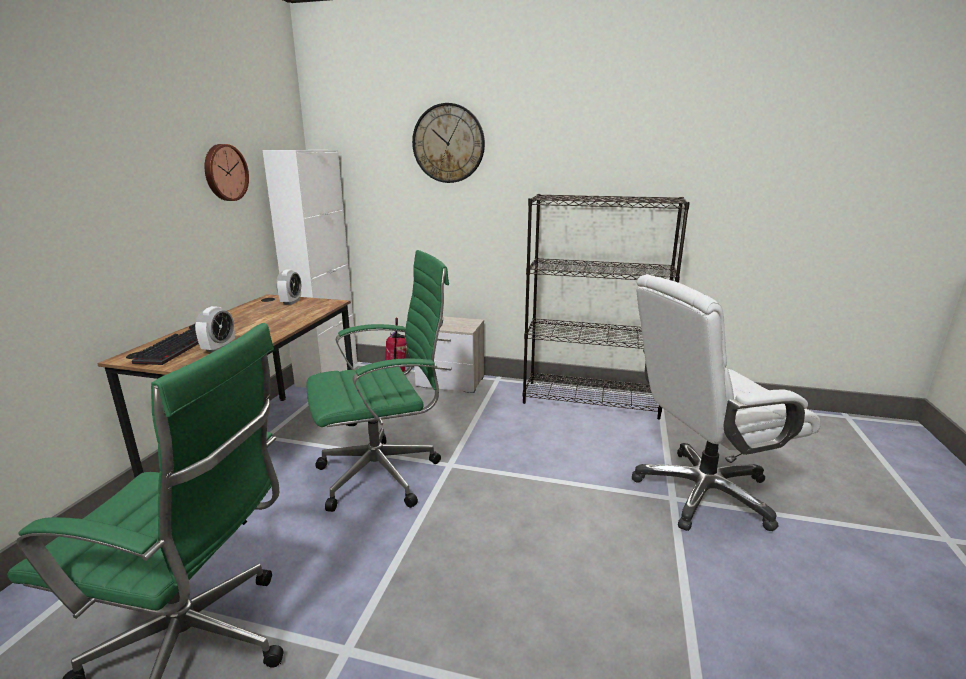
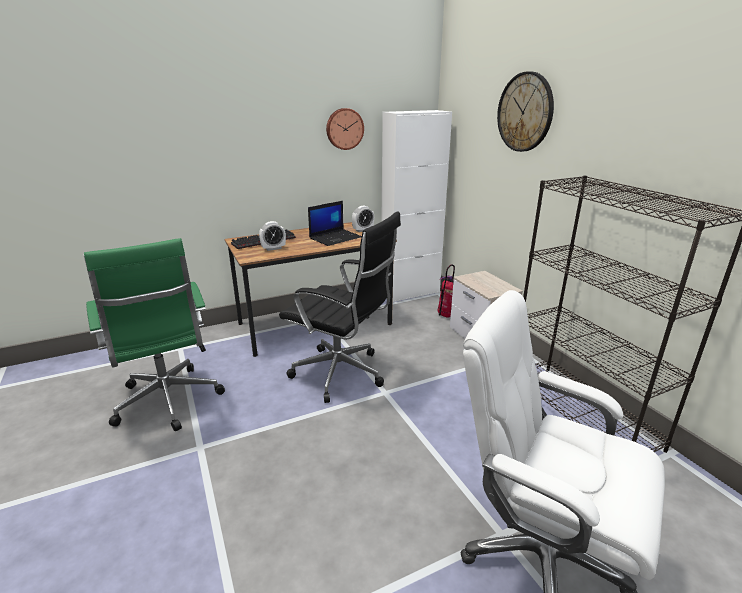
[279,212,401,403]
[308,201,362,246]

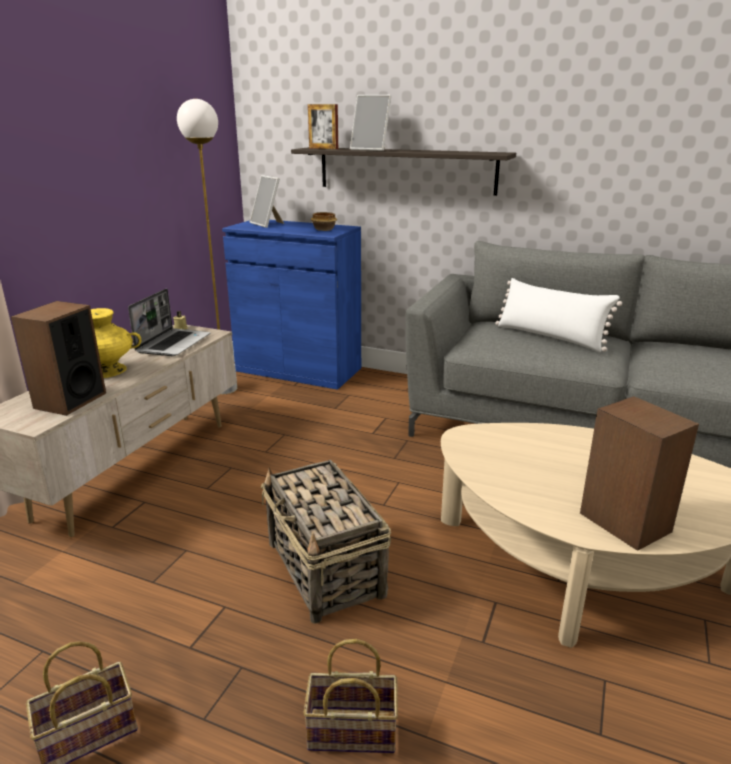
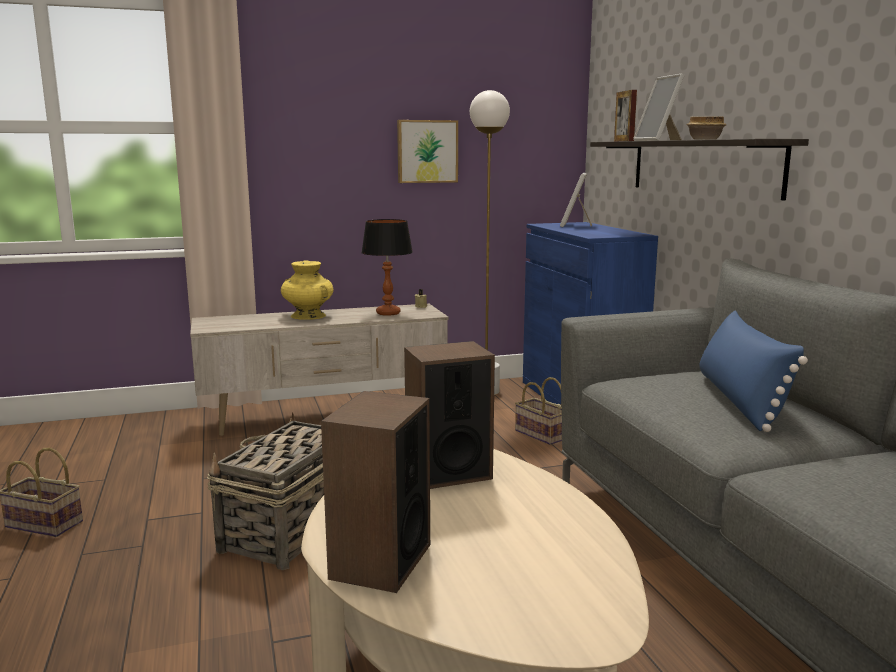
[686,116,726,140]
[699,310,808,432]
[361,219,413,316]
[404,341,495,489]
[515,377,562,445]
[397,120,458,183]

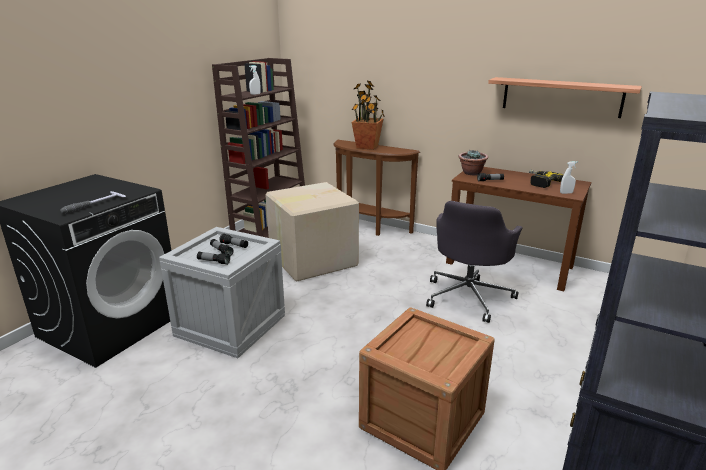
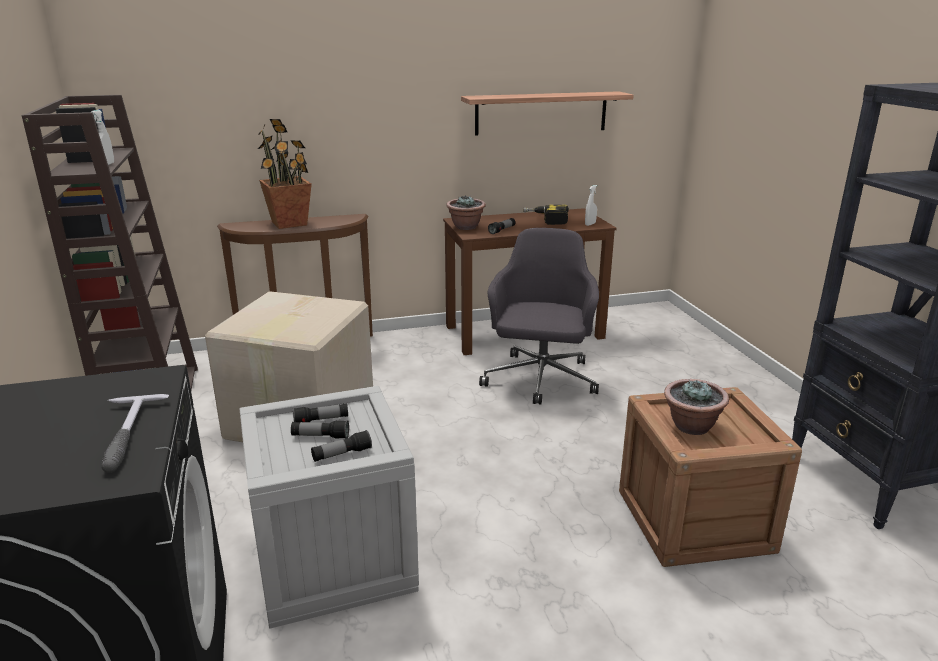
[479,228,599,405]
[664,379,729,435]

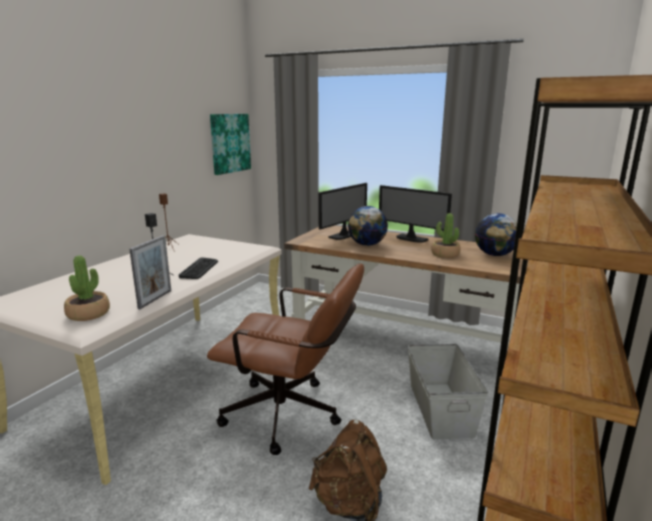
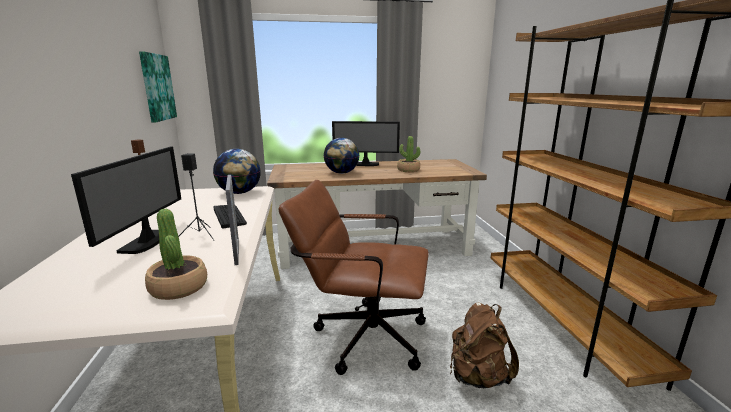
[71,147,181,254]
[213,149,261,194]
[278,180,429,375]
[408,344,488,439] (first image)

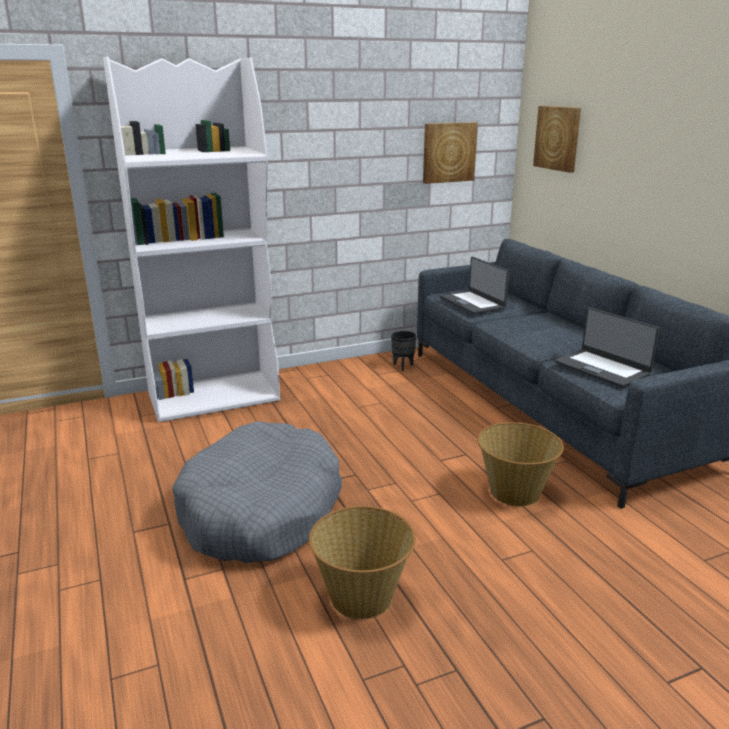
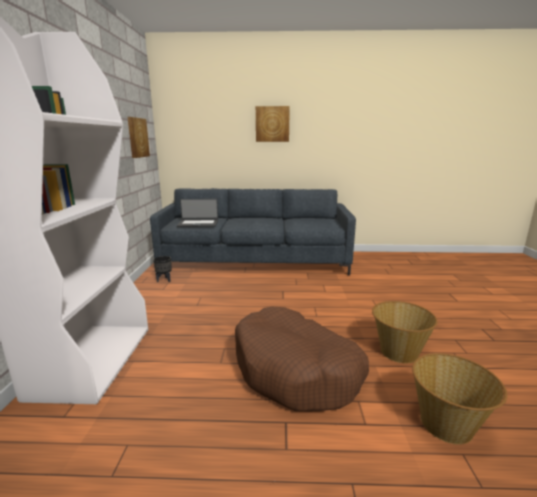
[256,106,290,142]
[554,307,660,387] (first image)
[235,307,369,411]
[412,353,507,445]

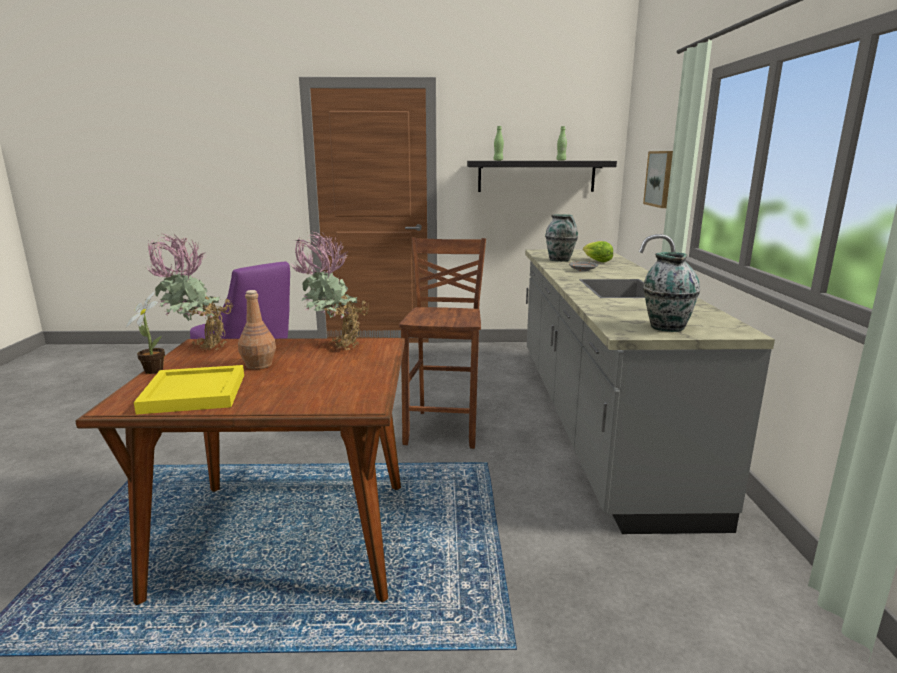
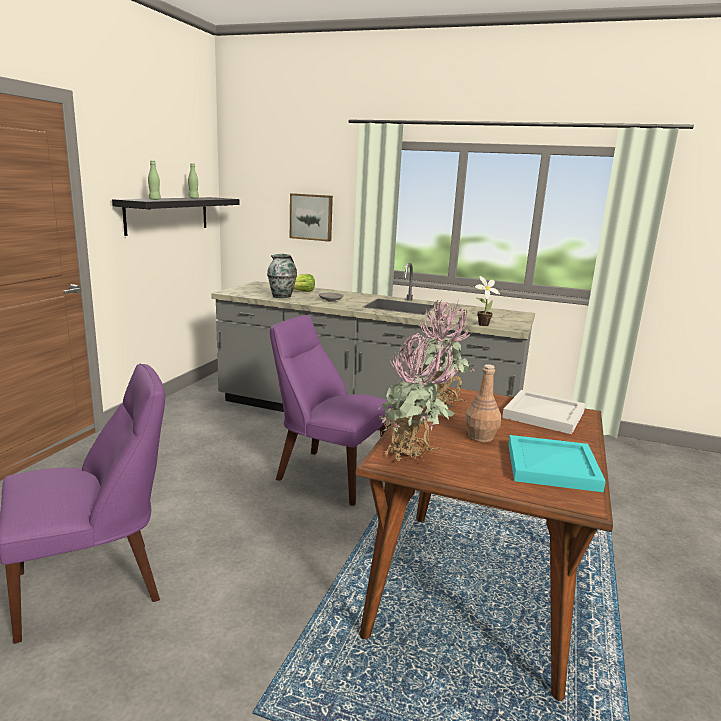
[270,315,392,506]
[643,252,700,332] (first image)
[475,276,500,326]
[508,435,606,492]
[502,390,585,434]

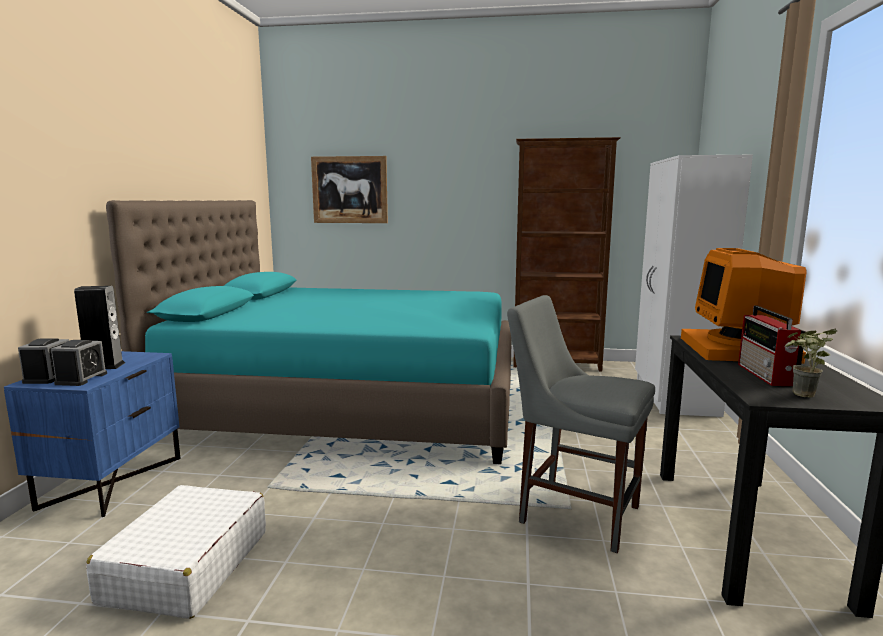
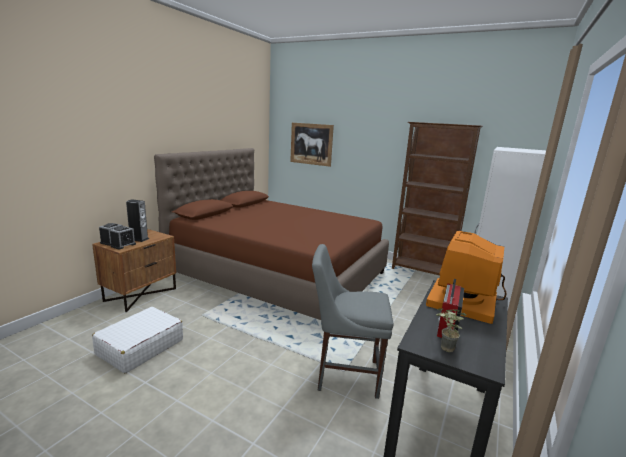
[154,148,389,320]
[312,244,393,399]
[92,229,176,312]

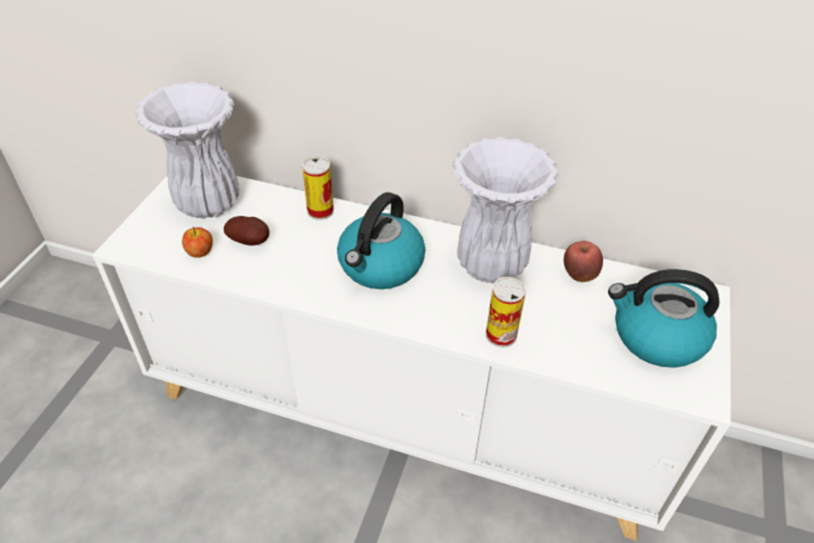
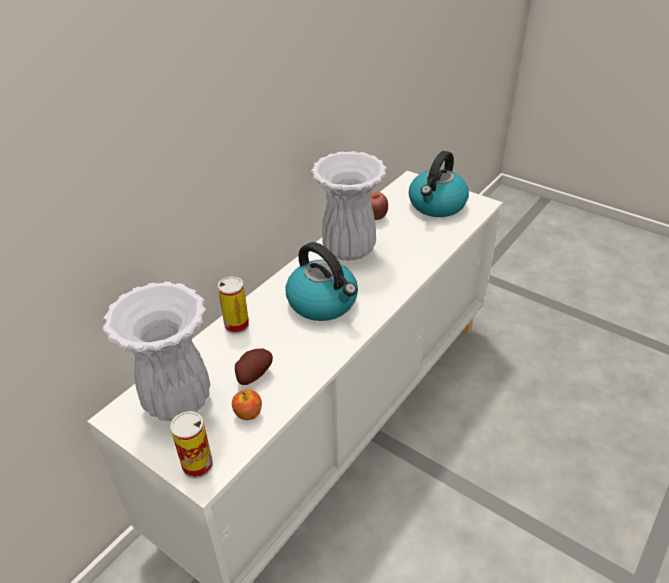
[170,411,213,479]

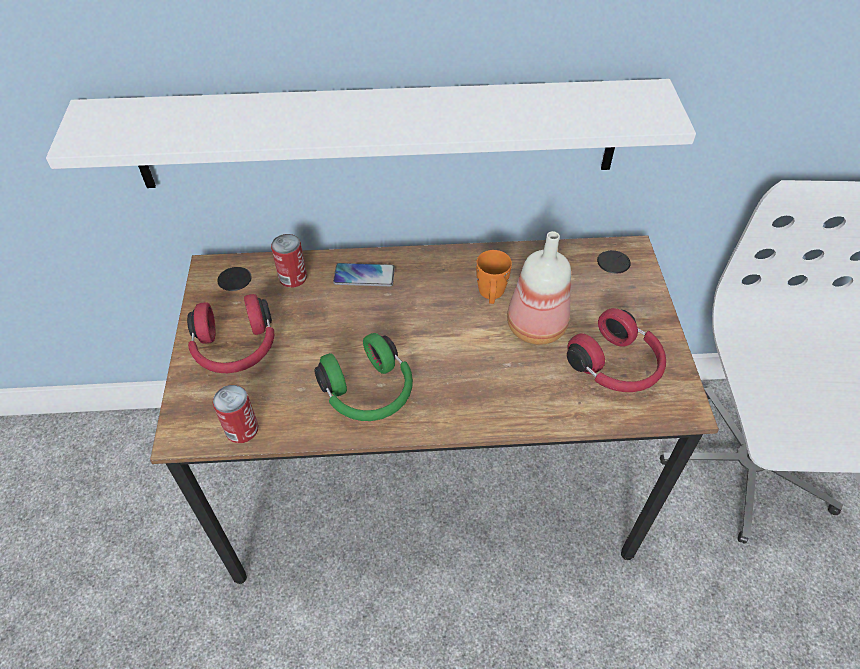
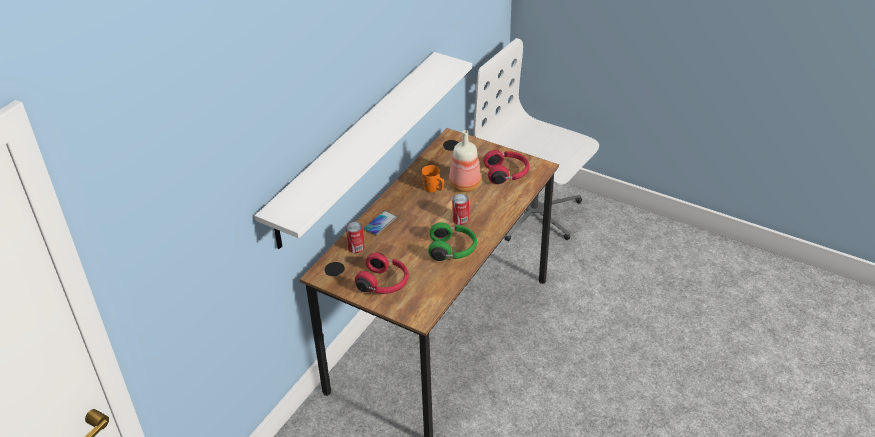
[452,194,469,225]

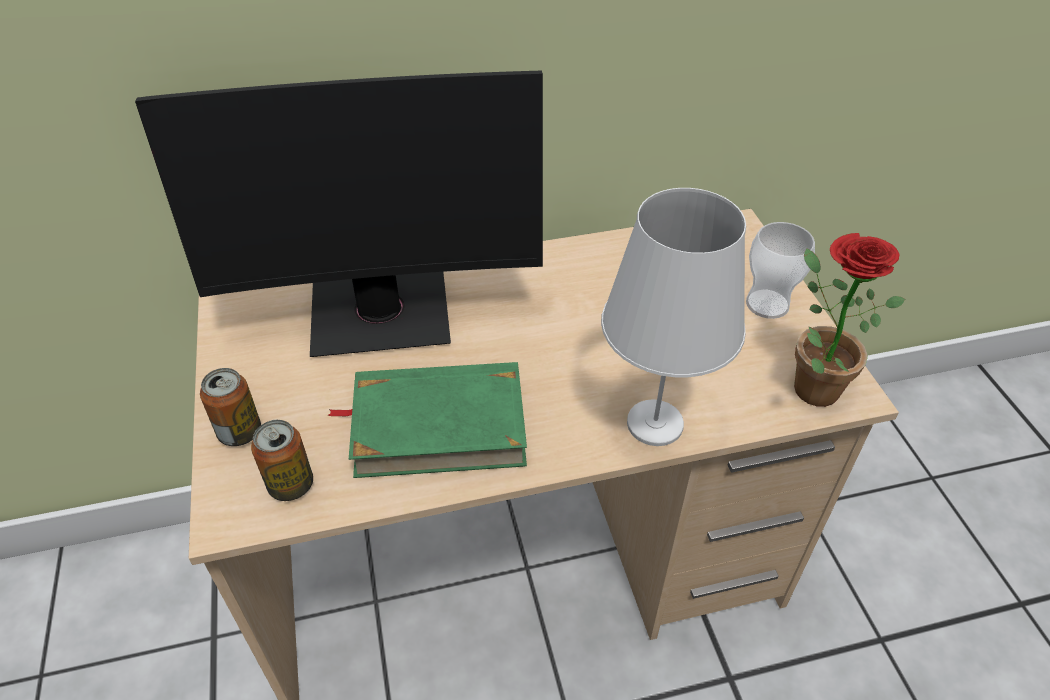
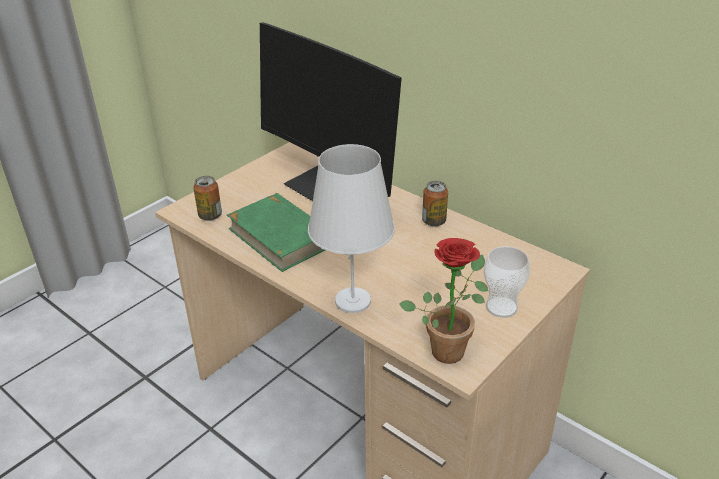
[422,181,448,227]

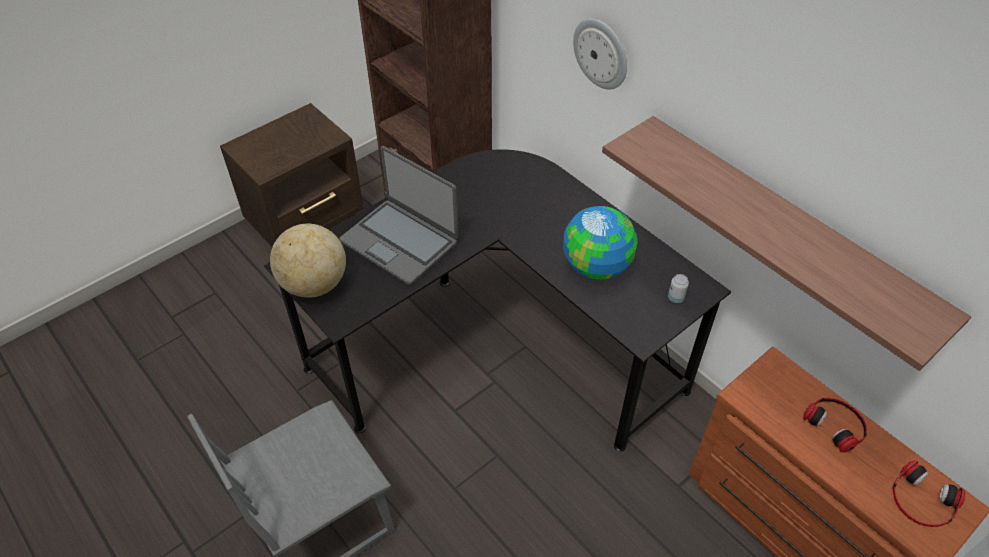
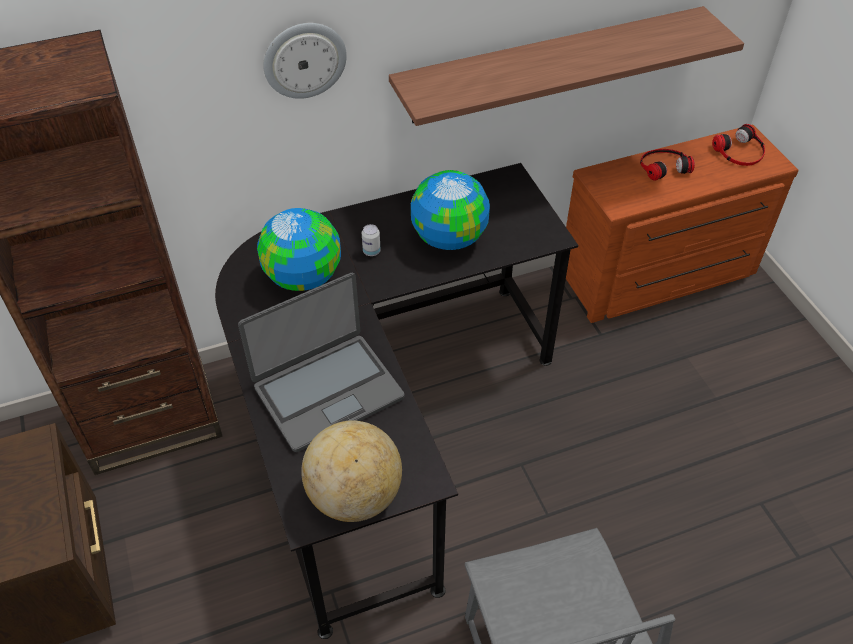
[362,224,381,256]
[257,208,341,291]

